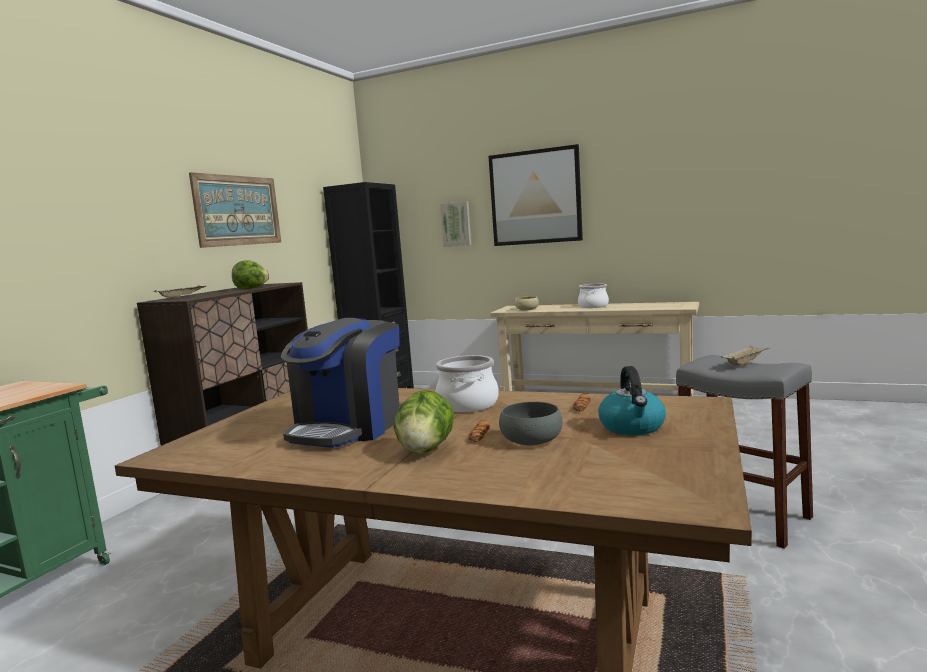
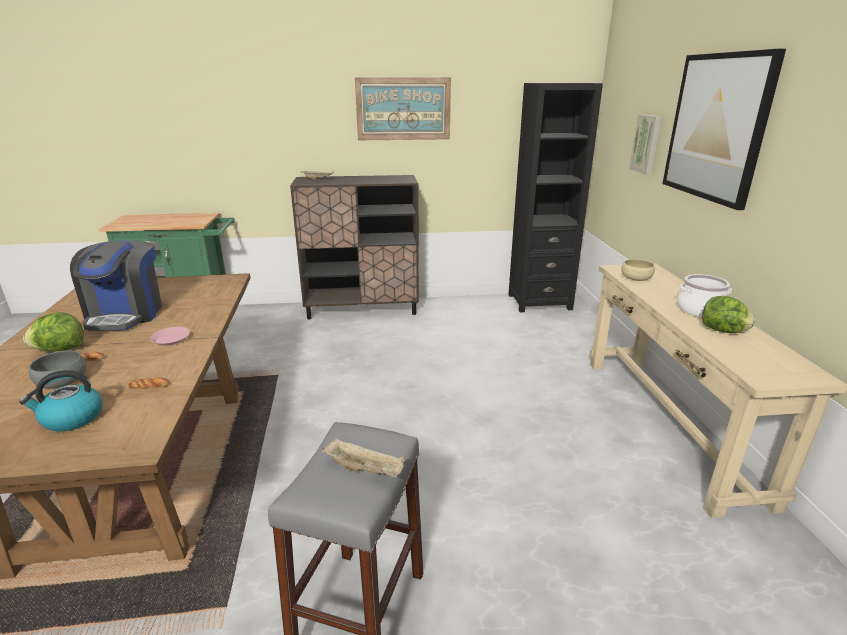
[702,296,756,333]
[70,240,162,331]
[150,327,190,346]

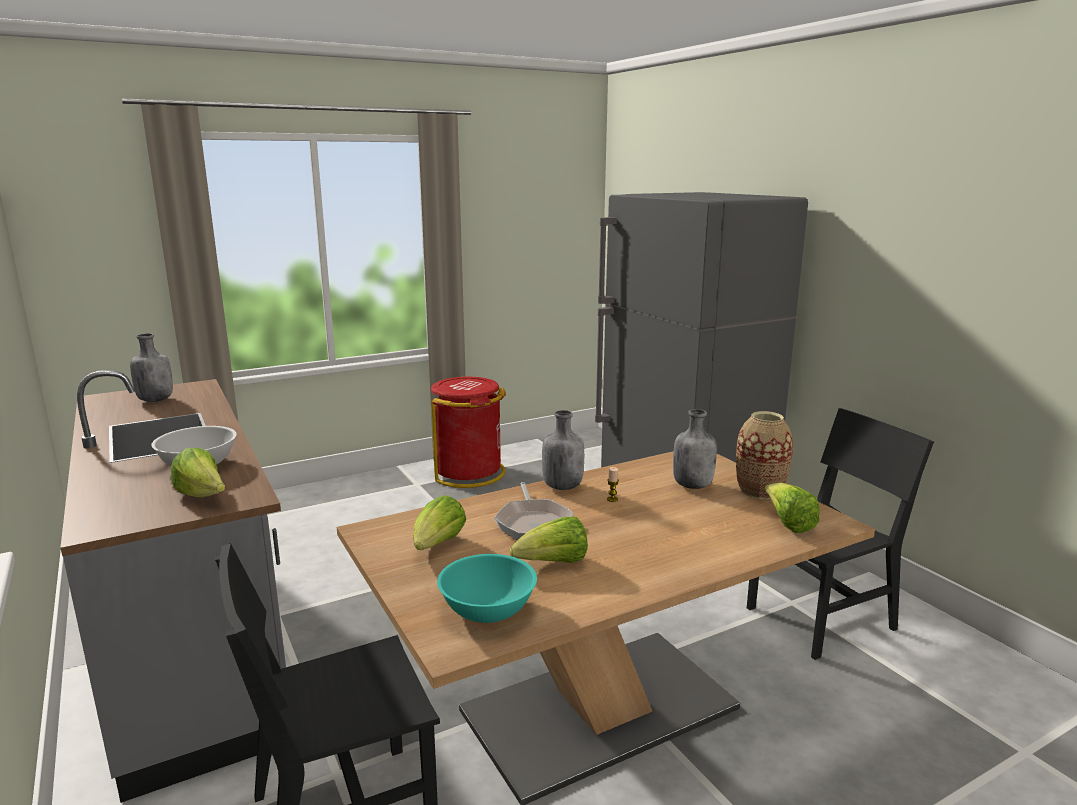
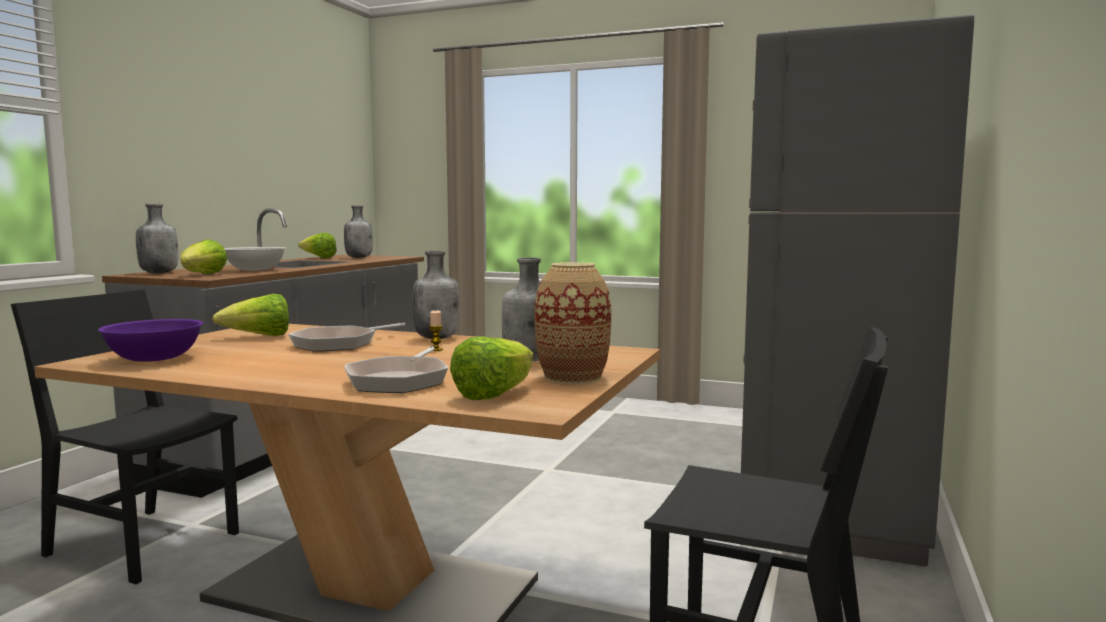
[431,377,506,488] (first image)
[298,232,337,258]
[98,319,203,362]
[136,204,178,273]
[345,347,448,393]

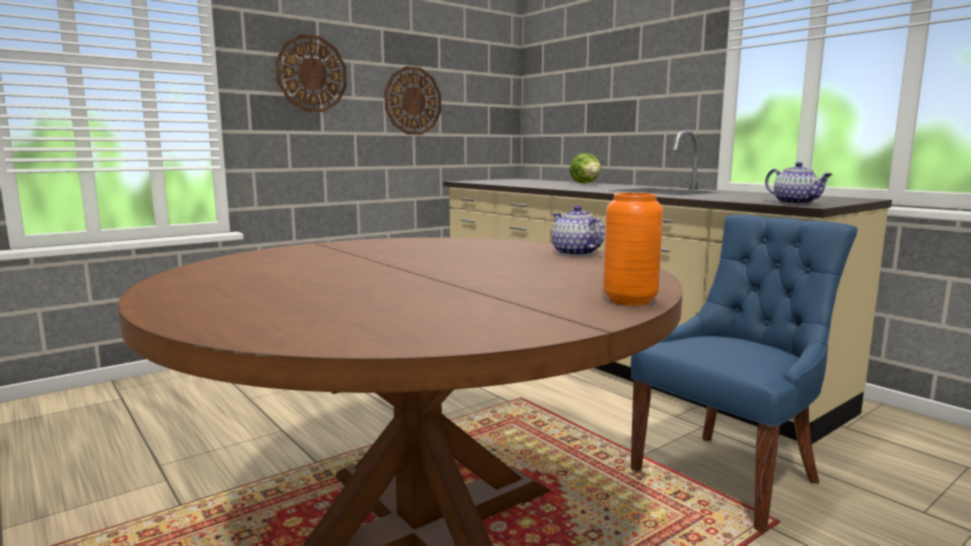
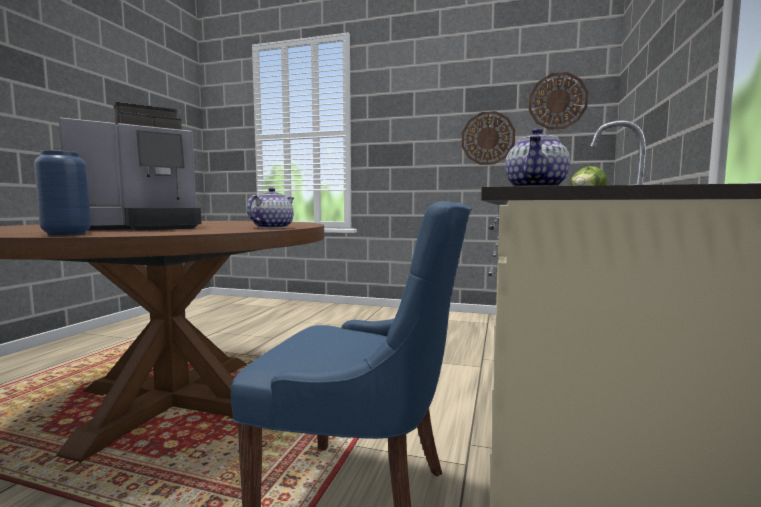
[529,72,588,130]
[34,150,91,236]
[59,101,201,231]

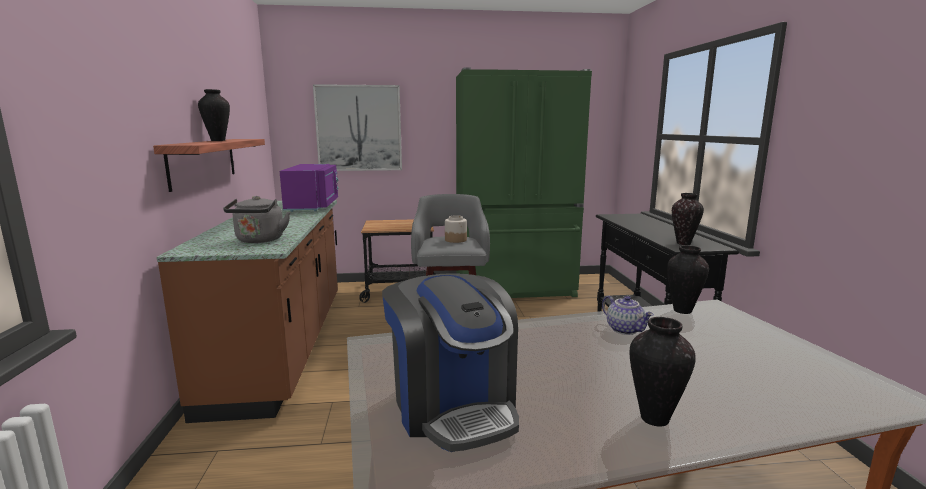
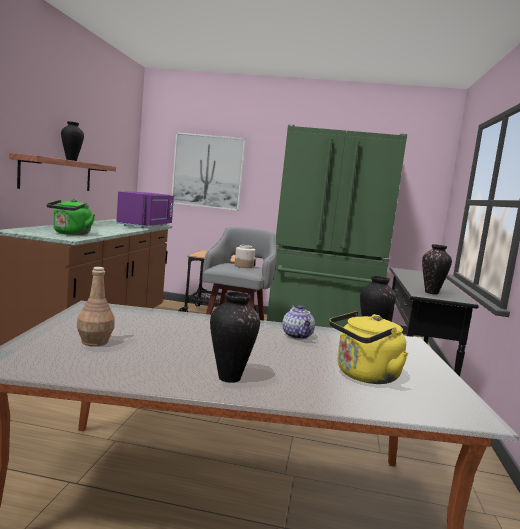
[47,199,95,235]
[77,267,114,346]
[329,311,408,384]

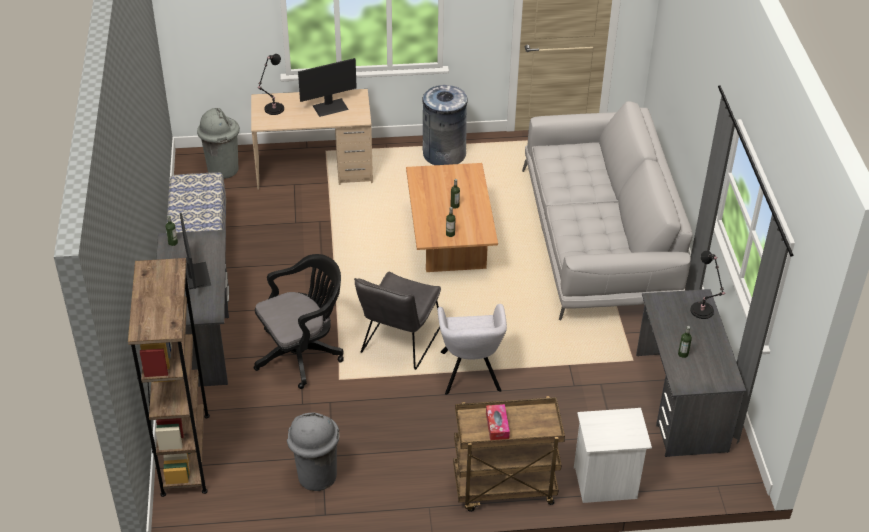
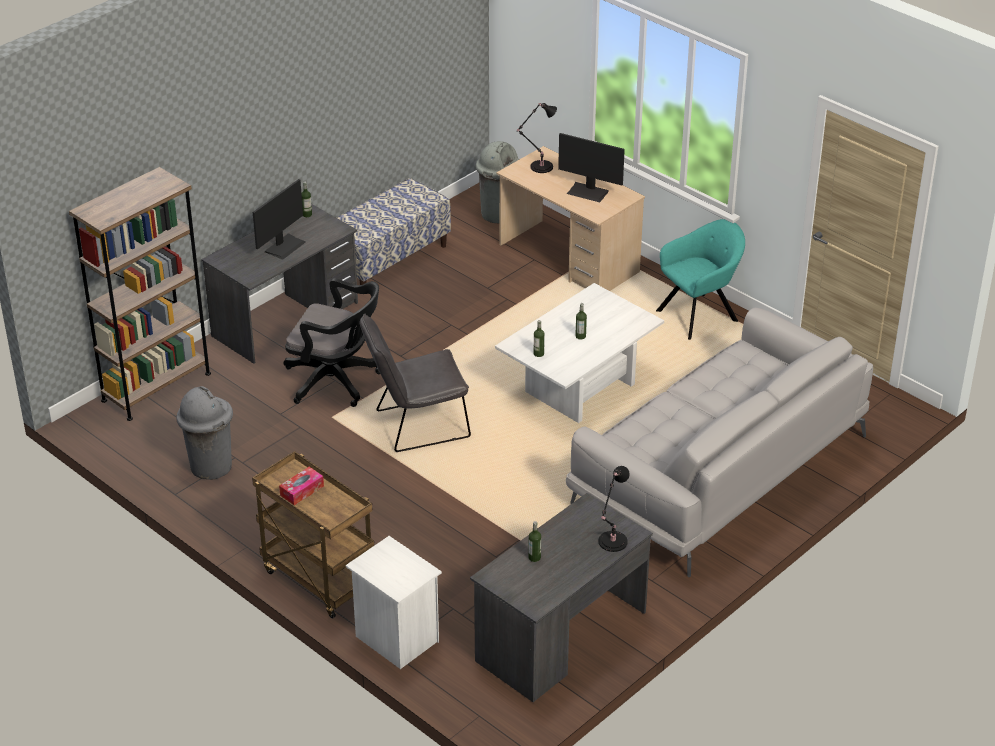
[656,219,745,340]
[495,283,664,423]
[437,304,507,395] (first image)

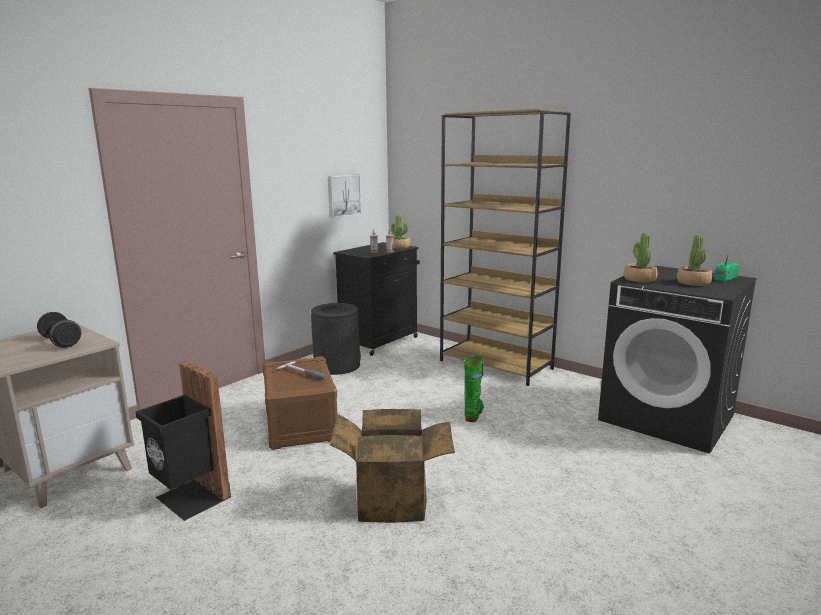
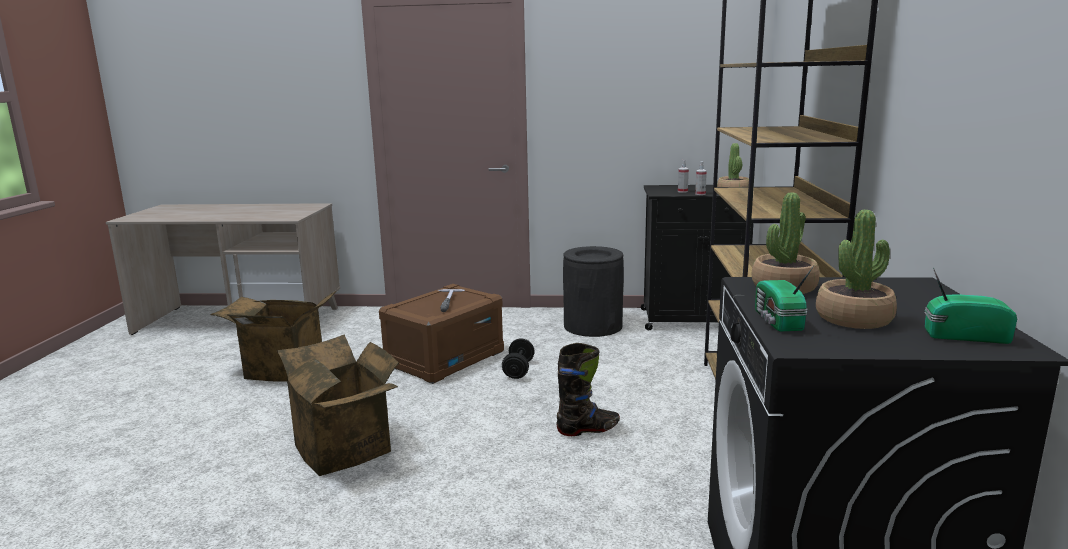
[328,175,361,218] (first image)
[502,338,535,379]
[556,343,620,436]
[210,291,336,382]
[755,265,814,332]

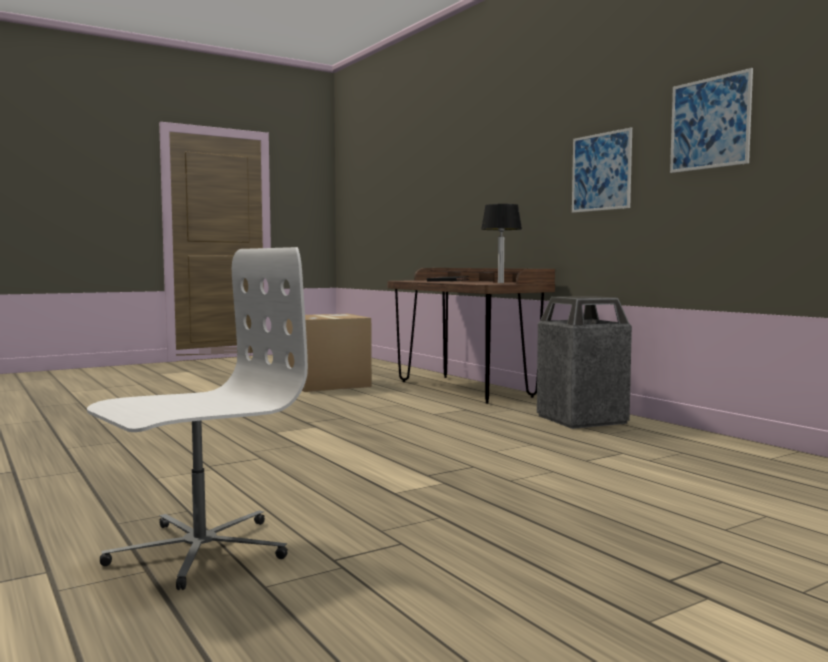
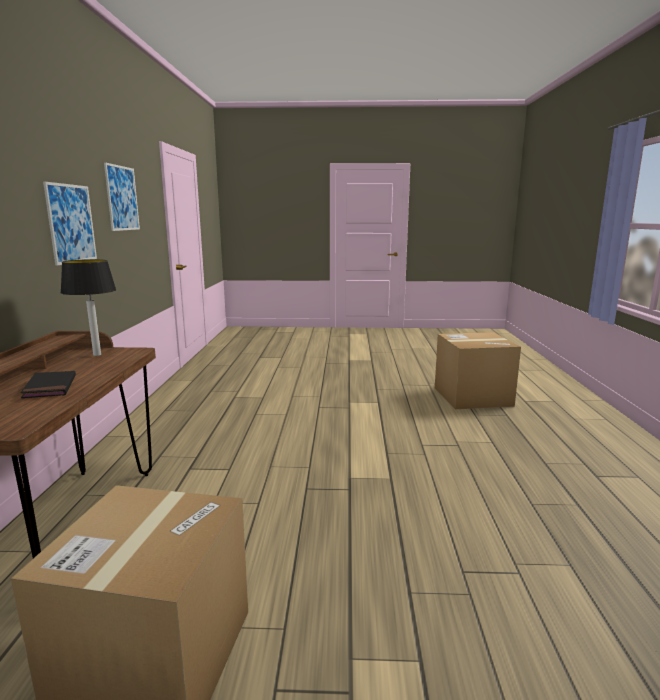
[435,332,521,409]
[537,296,632,429] (first image)

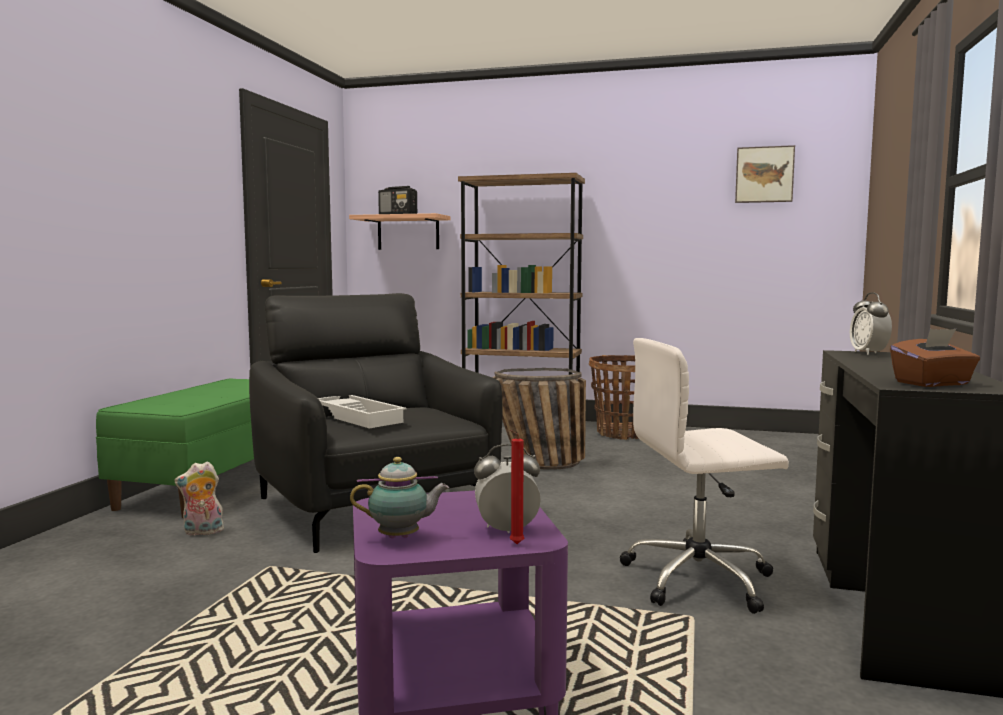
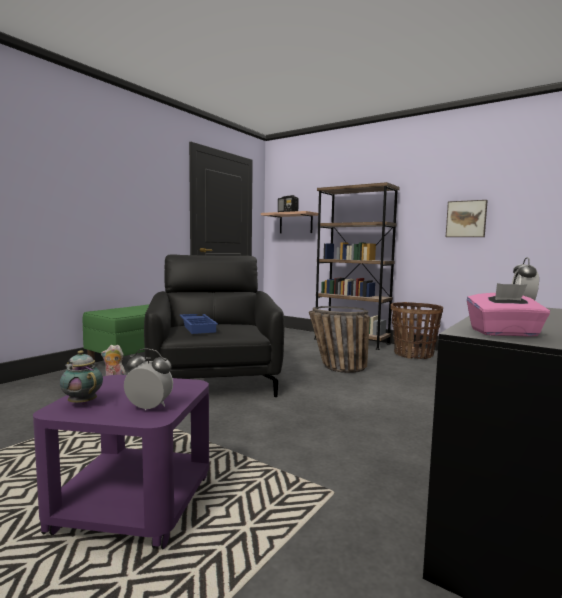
[446,200,488,237]
[467,283,550,337]
[620,338,789,614] (first image)
[180,314,218,334]
[510,430,524,544] (first image)
[60,350,103,405]

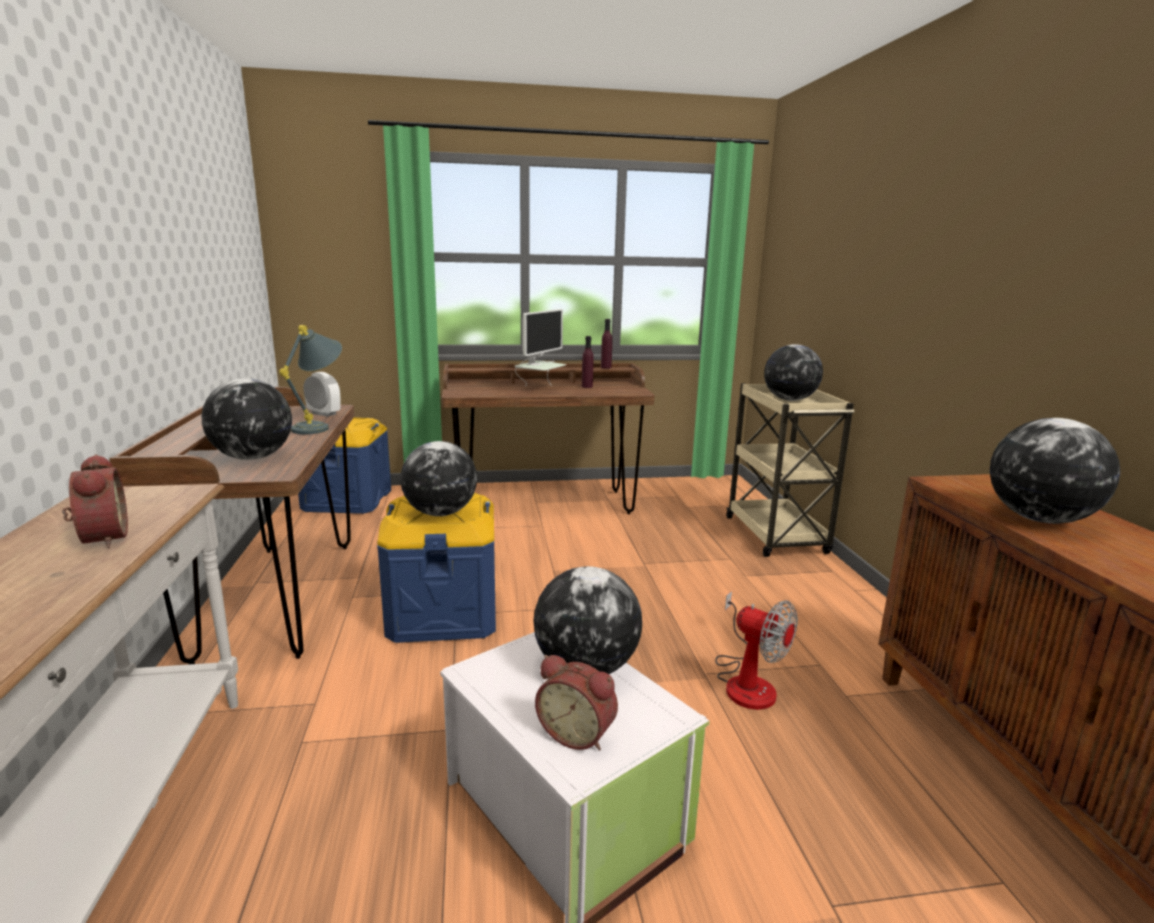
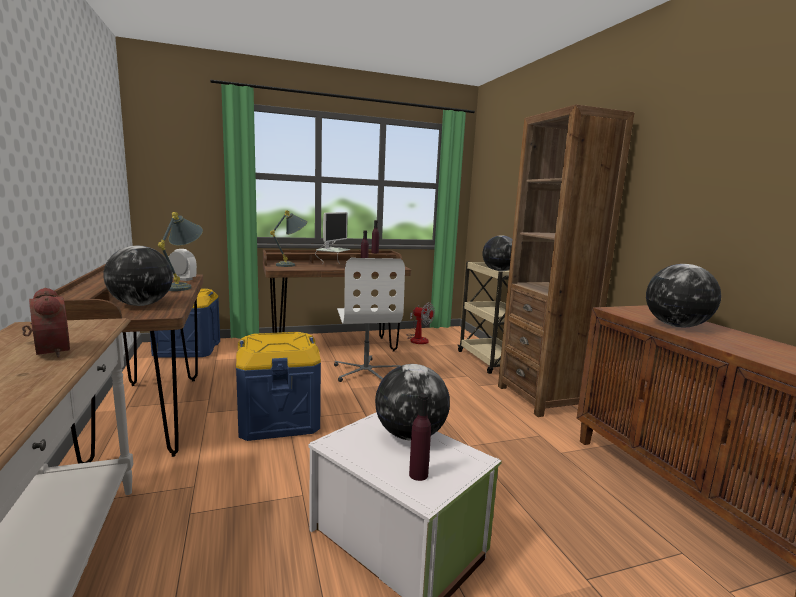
[401,441,477,516] (first image)
[407,302,435,344]
[409,394,431,481]
[498,104,634,417]
[270,210,308,267]
[334,258,405,382]

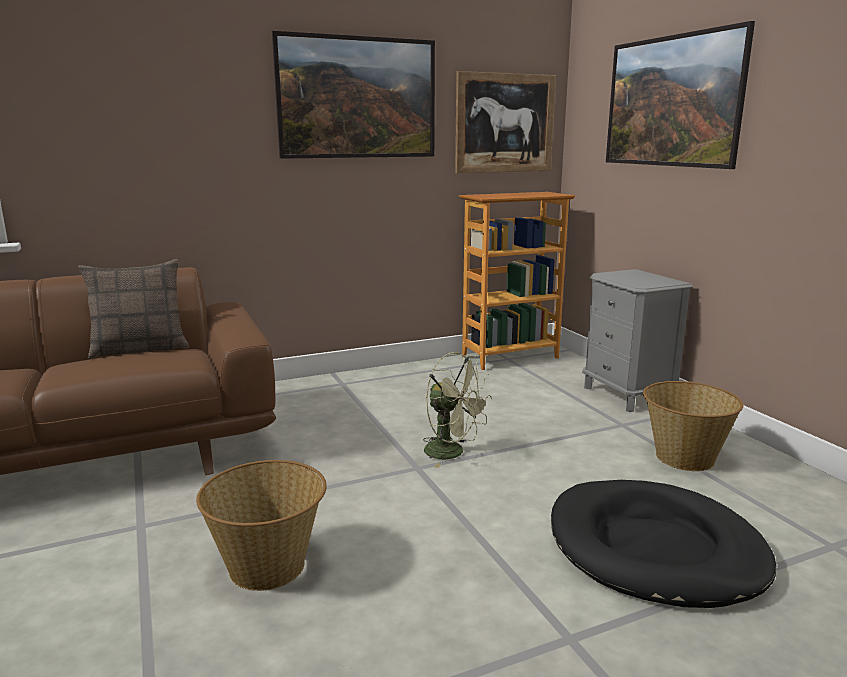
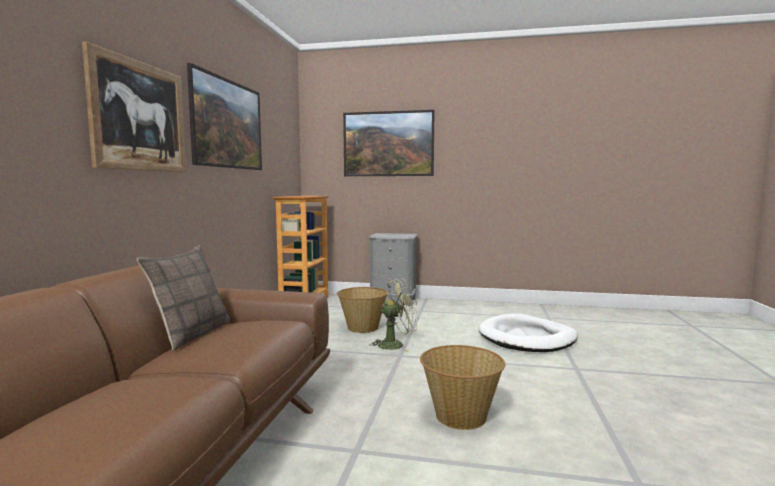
[82,41,186,173]
[336,287,387,333]
[478,314,578,352]

